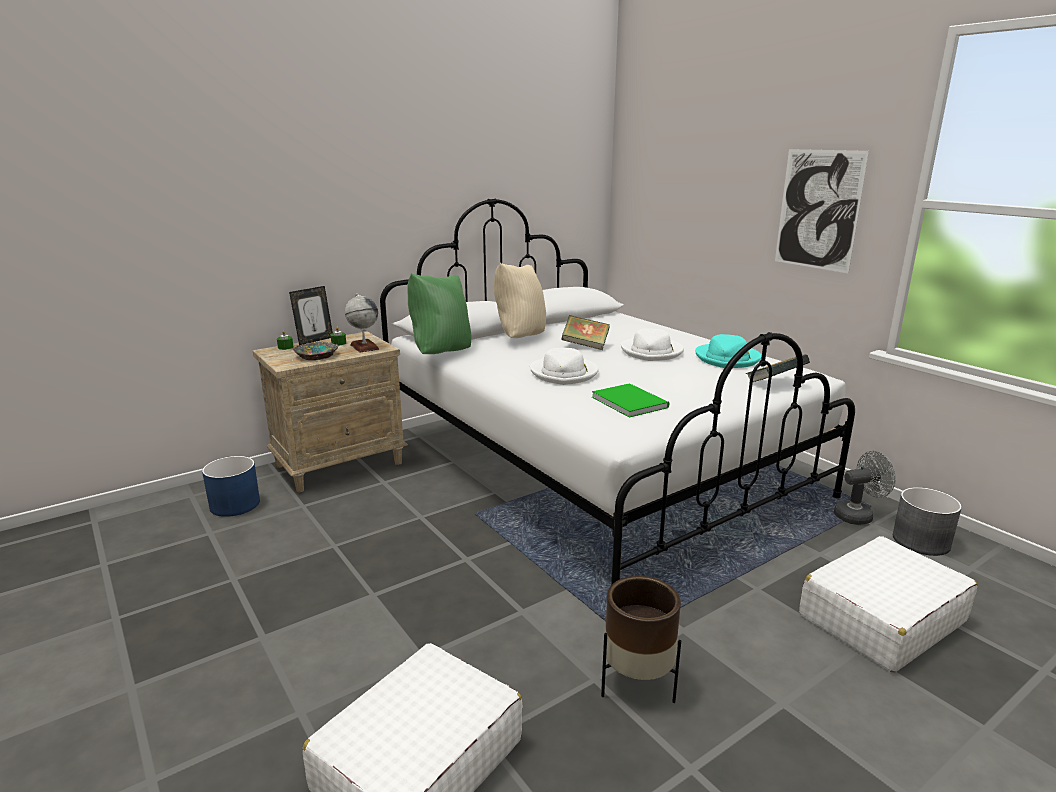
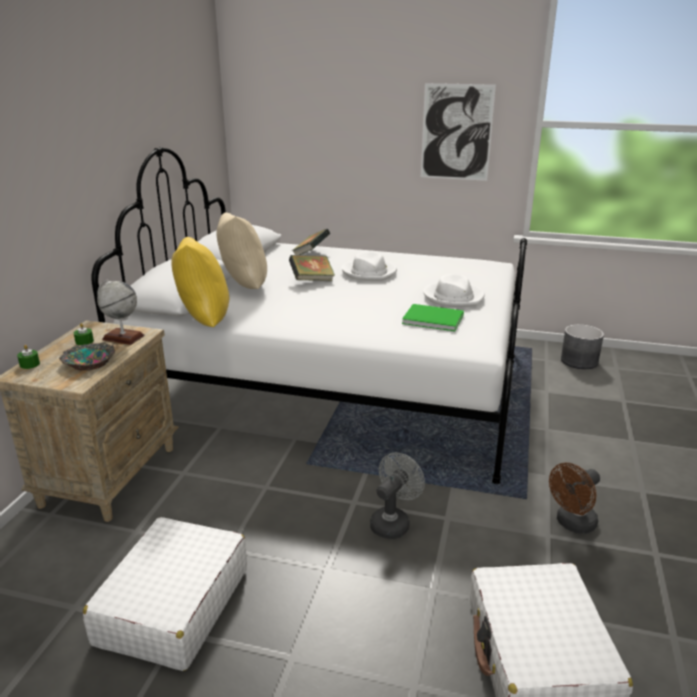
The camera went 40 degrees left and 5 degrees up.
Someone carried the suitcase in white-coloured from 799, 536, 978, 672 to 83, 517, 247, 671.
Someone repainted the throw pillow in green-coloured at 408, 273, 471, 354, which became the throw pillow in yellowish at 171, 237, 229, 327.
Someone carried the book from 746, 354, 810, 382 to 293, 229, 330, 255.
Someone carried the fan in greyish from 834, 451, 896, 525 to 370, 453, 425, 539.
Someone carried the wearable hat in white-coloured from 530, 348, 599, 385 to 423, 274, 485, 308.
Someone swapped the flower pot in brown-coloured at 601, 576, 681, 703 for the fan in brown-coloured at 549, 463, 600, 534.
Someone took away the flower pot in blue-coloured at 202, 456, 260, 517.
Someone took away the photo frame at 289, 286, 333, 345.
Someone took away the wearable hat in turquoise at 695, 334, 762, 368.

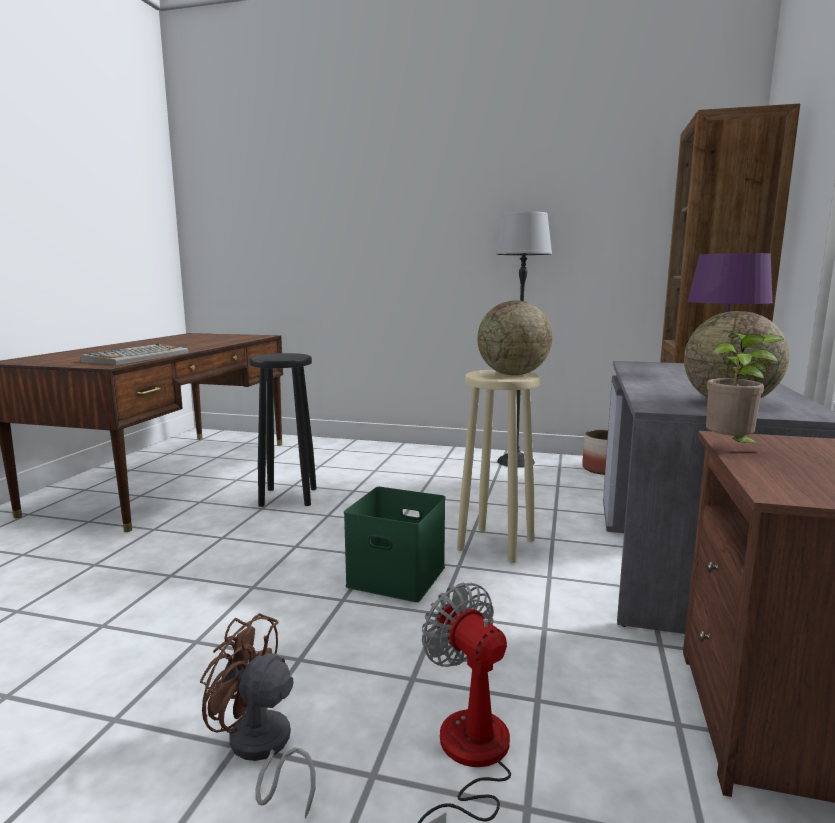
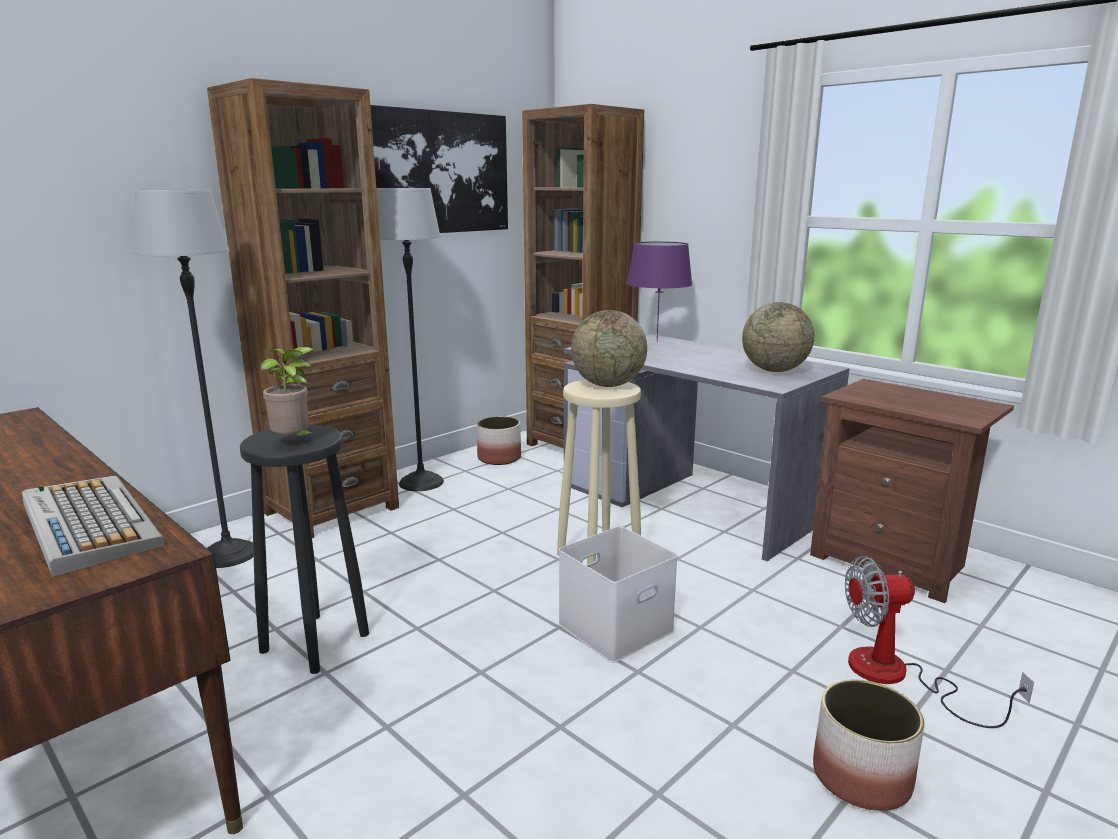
The camera went 60 degrees left and 5 degrees up.
Someone put down the standard lamp at 134, 189, 254, 568.
Someone put down the bookcase in brown-coloured at 207, 78, 399, 538.
Someone carried the plant in a pot from 706, 333, 785, 449 to 261, 347, 315, 436.
Someone put up the wall picture at 370, 105, 508, 233.
Someone repainted the storage bin in green-coloured at 344, 487, 446, 602, which became the storage bin in white-coloured at 558, 526, 678, 663.
Someone swapped the fan in brown-coloured at 200, 614, 316, 819 for the flower pot at 813, 679, 924, 811.

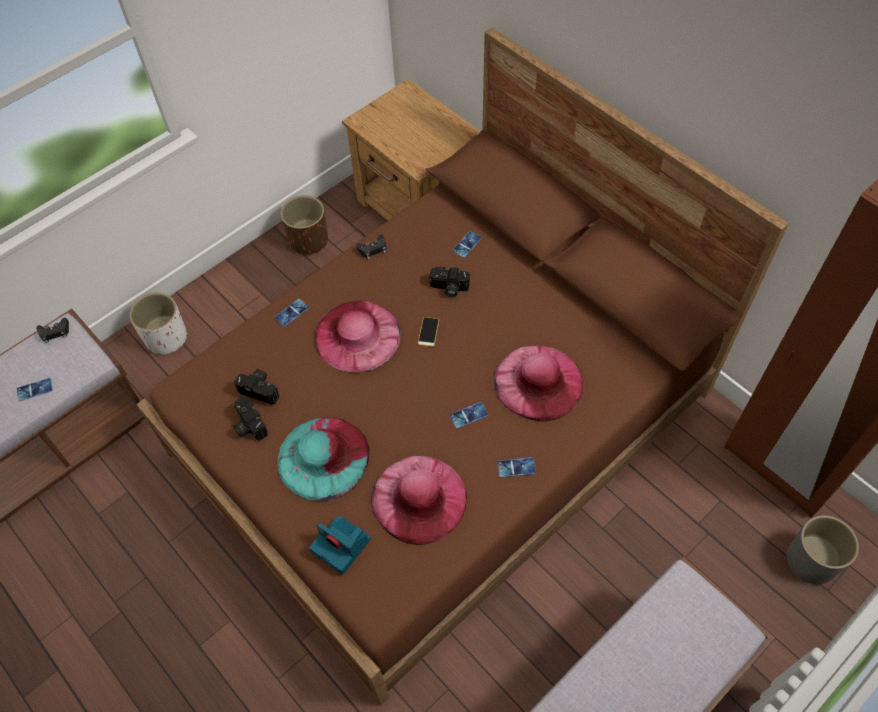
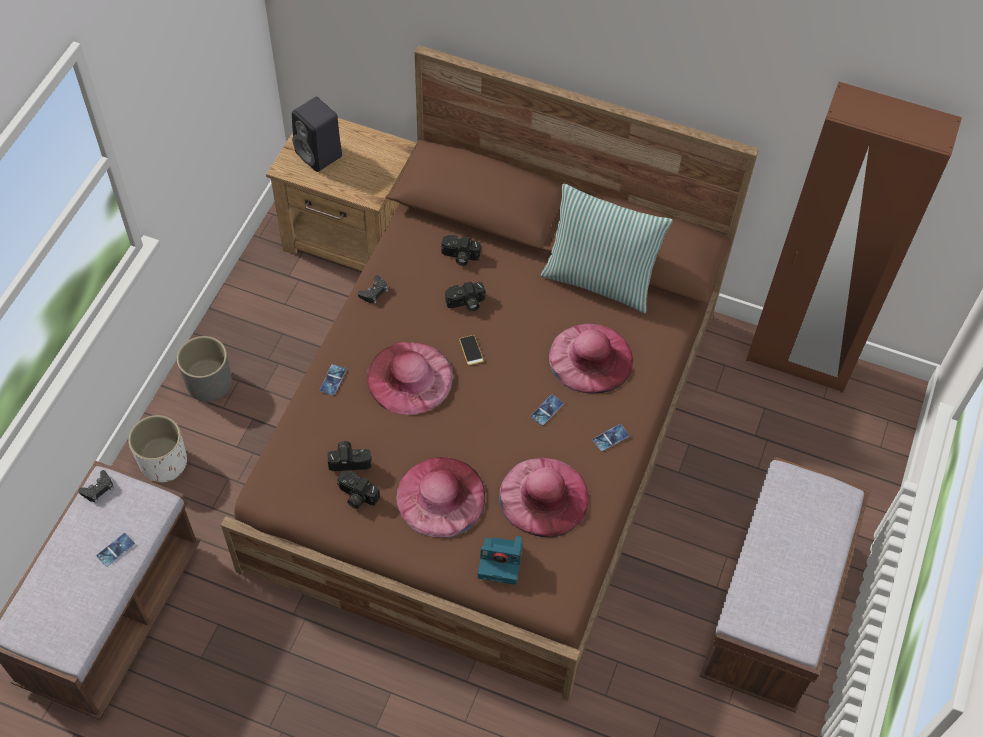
The camera went 30 degrees left and 0 degrees up.
Someone carried the flower pot in greyish from 787, 515, 859, 584 to 177, 336, 232, 403.
Someone put down the loudspeaker in black-coloured at 292, 97, 342, 172.
Someone repainted the wearable hat in turquoise at 278, 417, 370, 501, which became the wearable hat in pinkish at 397, 457, 485, 538.
Someone swapped the phone at 452, 231, 482, 258 for the still camera at 441, 235, 481, 266.
Someone put down the throw pillow at 541, 184, 673, 313.
Someone took away the flower pot in brown-coloured at 280, 195, 328, 255.

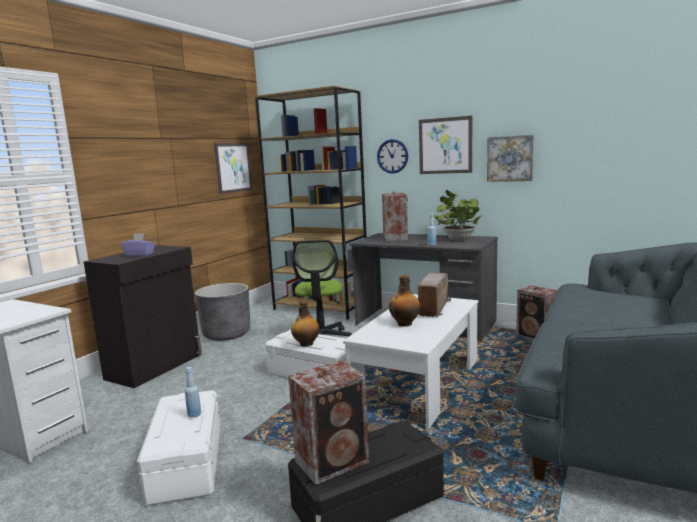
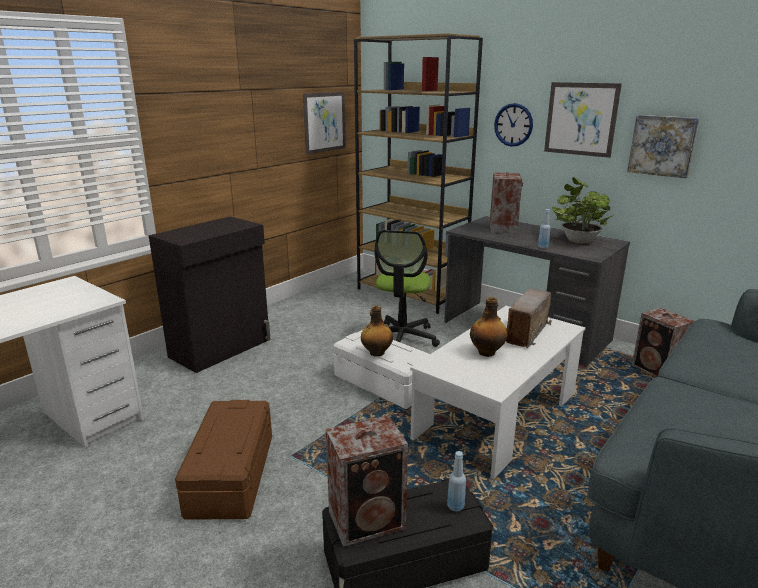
The camera went 10 degrees right and 10 degrees up.
Someone repainted the storage bin in white-coloured at 137, 390, 220, 505, which became the storage bin in brown-coloured at 175, 400, 272, 520.
Someone carried the bottle in blue-coloured from 185, 367, 201, 418 to 447, 451, 466, 511.
Someone took away the box of tissues in purple-coloured at 121, 233, 155, 257.
Someone took away the flower pot in greyish at 195, 283, 250, 341.

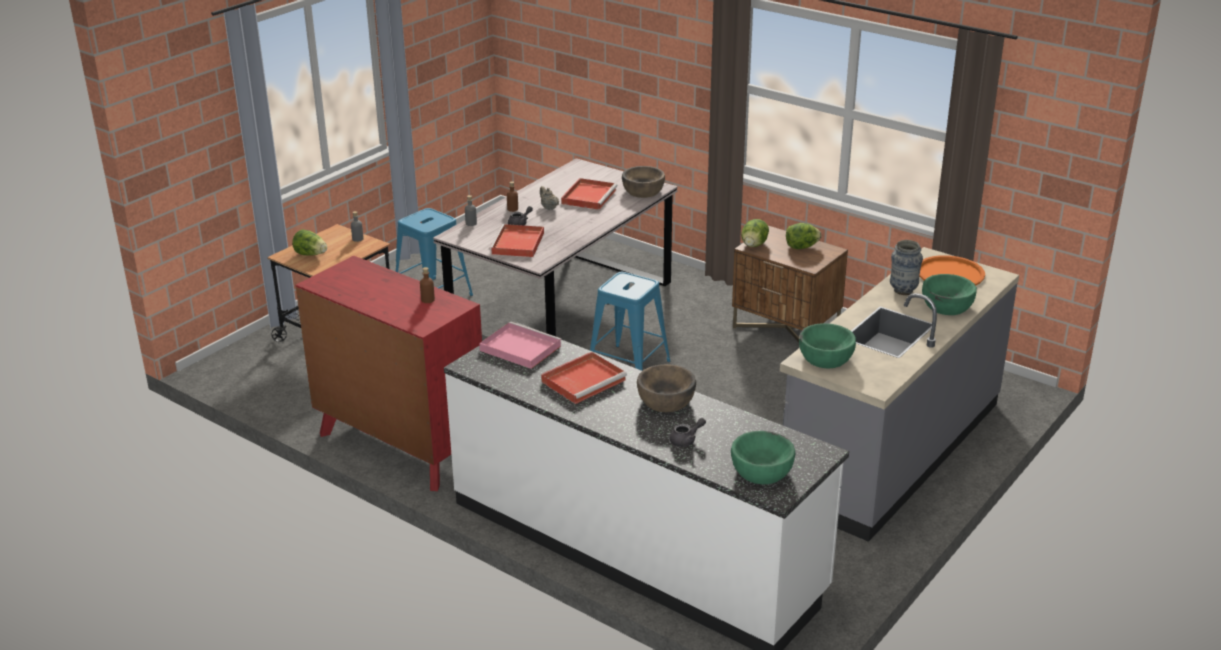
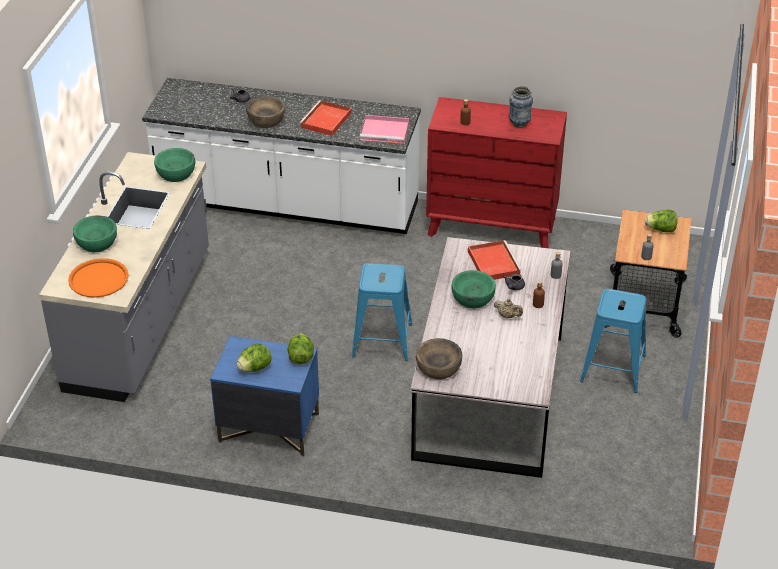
The camera went 155 degrees right and 10 degrees up.
Someone repainted the nightstand in brown-coloured at 732, 226, 848, 342, which became the nightstand in blue-coloured at 210, 336, 319, 456.
Someone carried the deep dish in green-coloured from 731, 431, 795, 484 to 451, 270, 496, 309.
Someone carried the flower vase from 890, 240, 923, 295 to 509, 86, 533, 128.
Someone took away the serving tray in red at 561, 178, 618, 210.

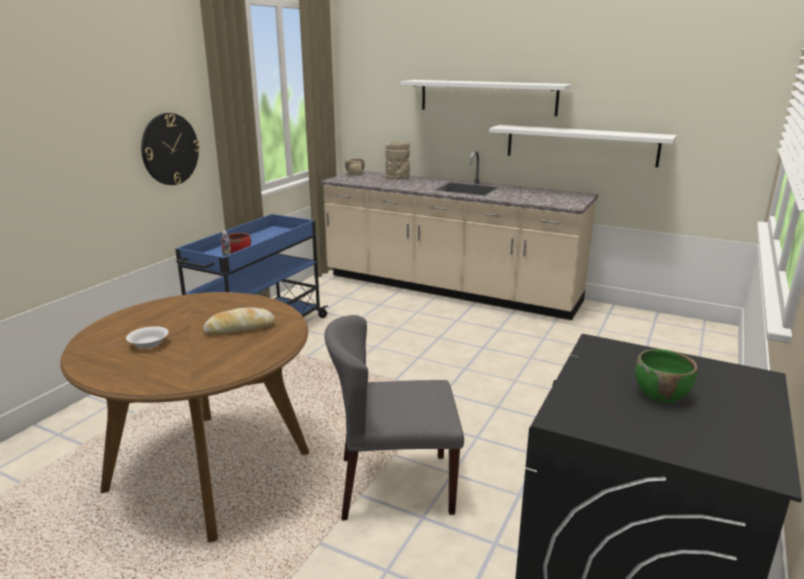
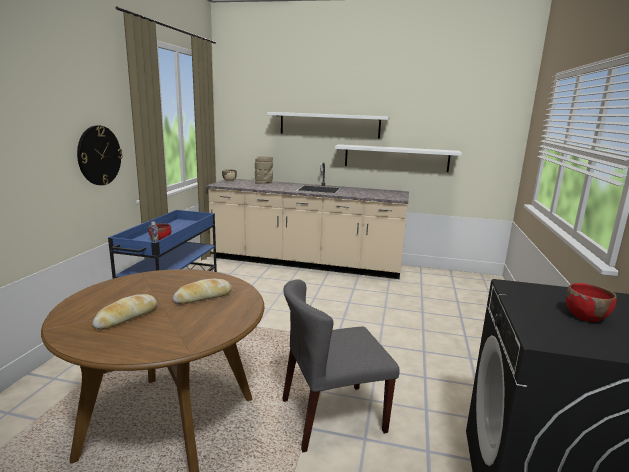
The camera went 15 degrees left and 5 degrees down.
Someone swapped the deep dish in white-coloured at 126, 326, 169, 349 for the baked bread at 92, 294, 157, 330.
Someone repainted the deep dish in green-coloured at 635, 349, 698, 403, which became the deep dish in red at 566, 283, 617, 322.

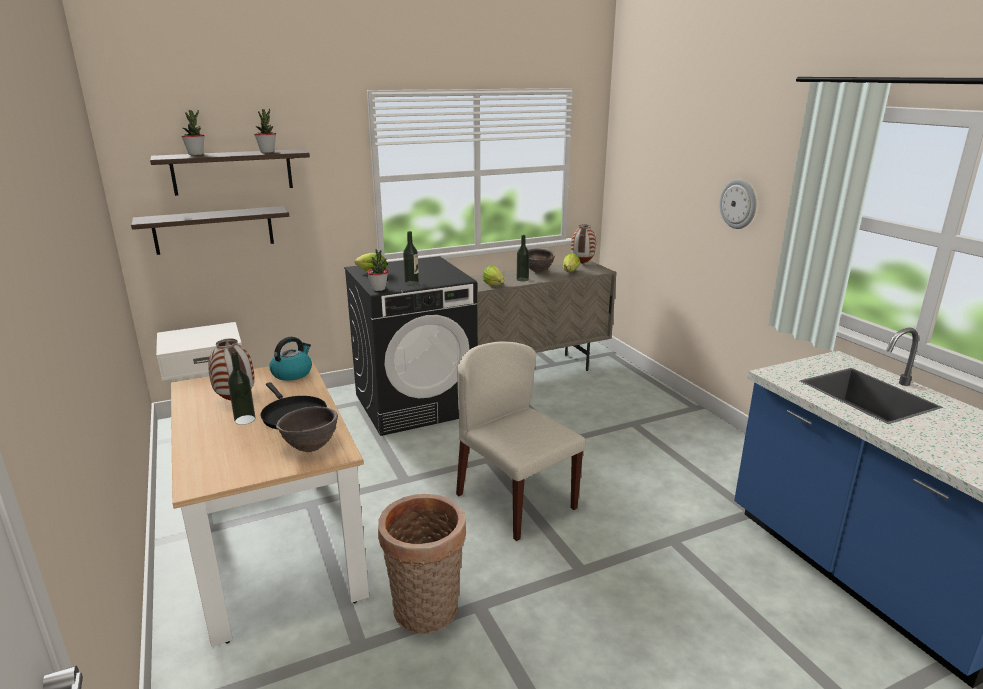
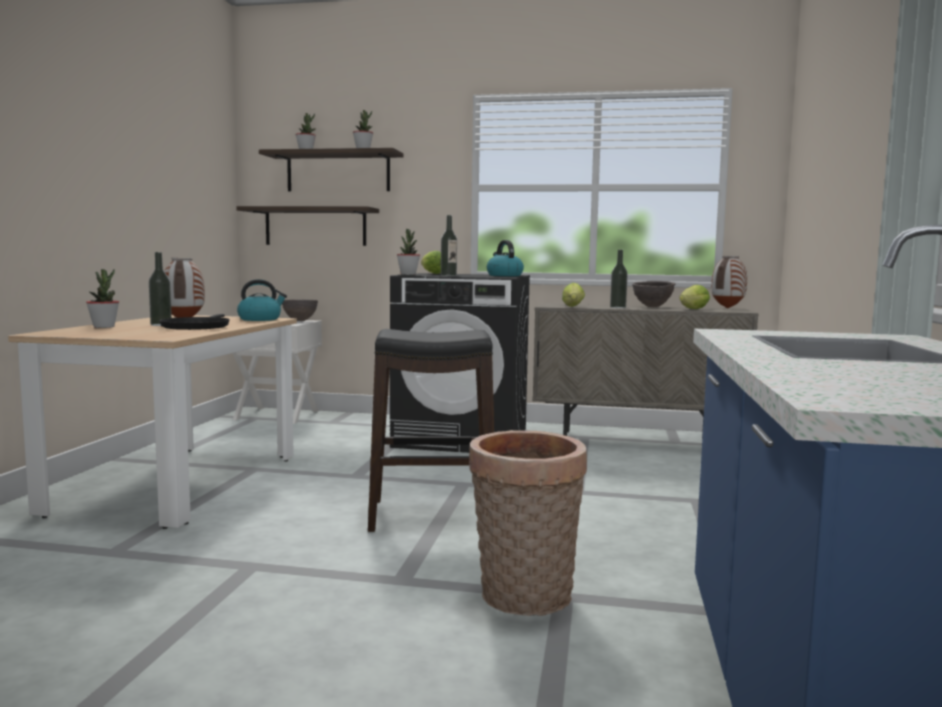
The camera went 35 degrees right and 15 degrees down.
Someone put down the plant in a pot at 86, 269, 119, 328.
Someone carried the deep dish in brown-coloured from 276, 406, 338, 452 to 282, 299, 318, 321.
Someone swapped the upright chair in sand-coloured at 456, 342, 586, 541 for the stool in black-coloured at 368, 329, 494, 532.
Someone carried the household basket from 378, 494, 466, 634 to 469, 430, 587, 616.
Someone put down the water kettle at 487, 240, 524, 276.
Someone took away the wall clock at 719, 179, 756, 229.

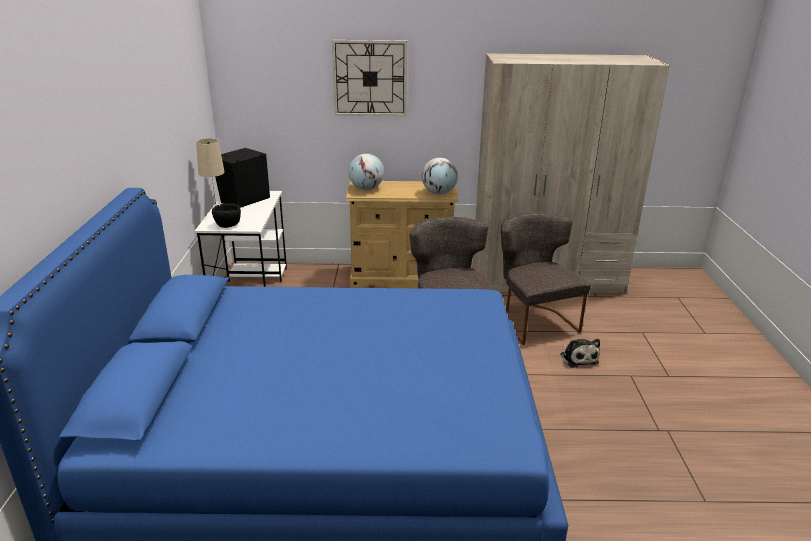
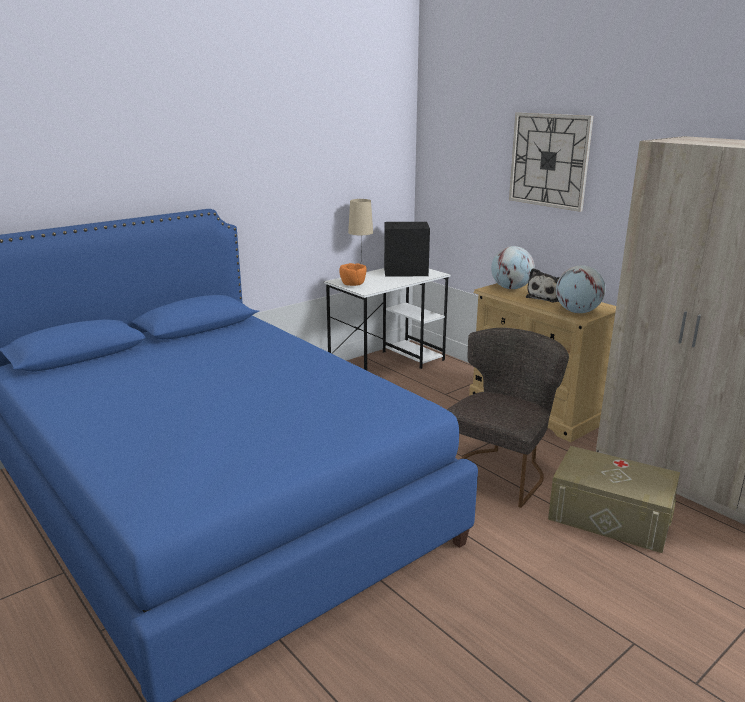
The camera went 50 degrees right and 5 degrees down.
Someone repainted the deep dish in black-coloured at 212, 204, 241, 228, which became the deep dish in orange-coloured at 340, 263, 367, 286.
Someone carried the soft toy from 561, 339, 600, 368 to 526, 268, 560, 302.
Someone swapped the upright chair in greyish at 501, 212, 591, 345 for the storage bin in sand-coloured at 548, 446, 680, 553.

